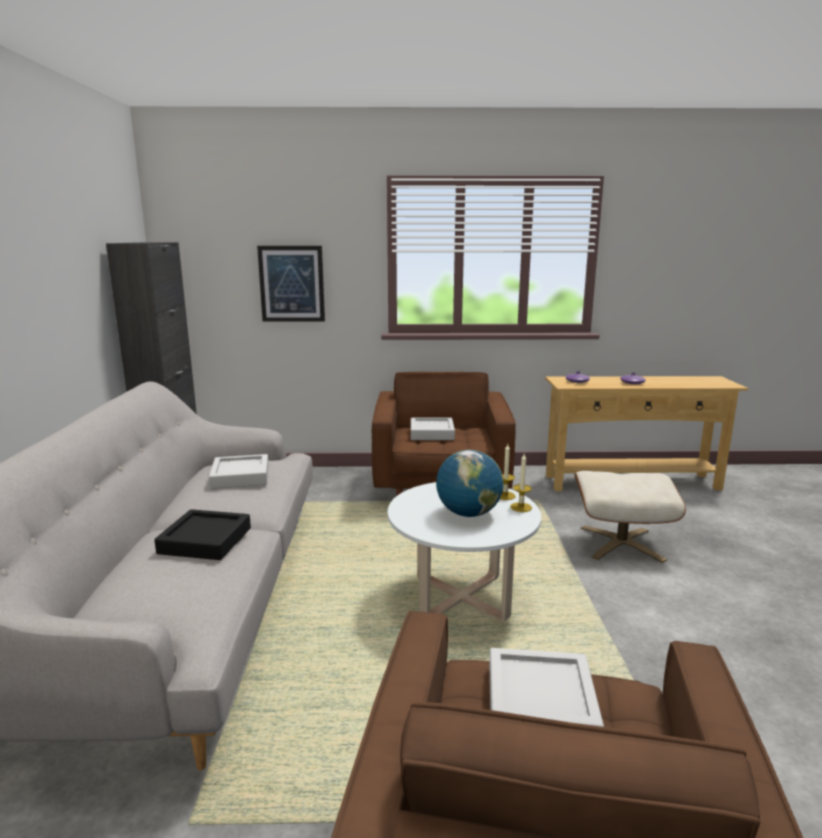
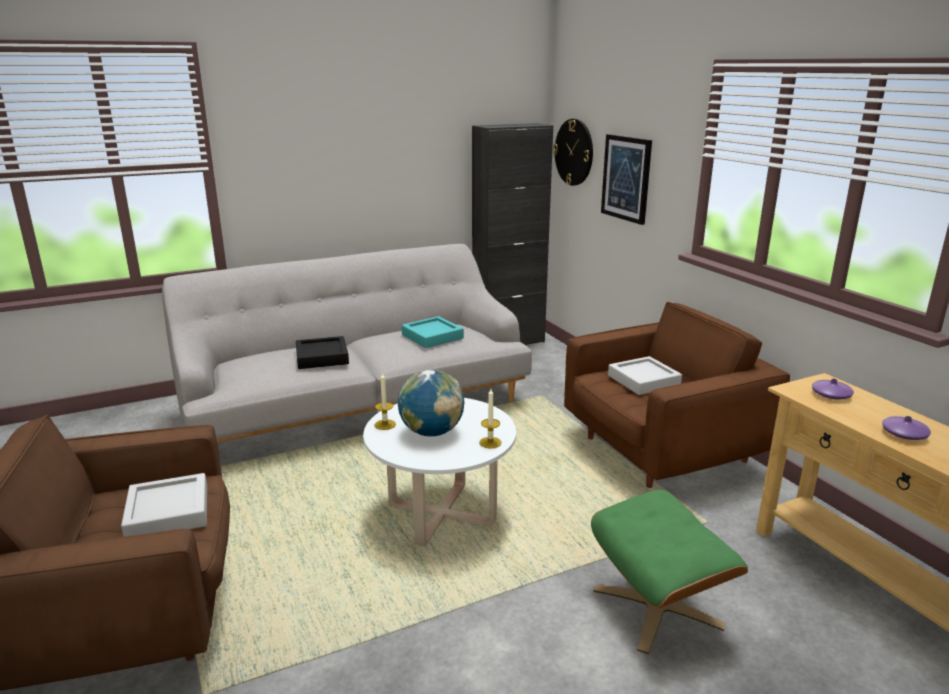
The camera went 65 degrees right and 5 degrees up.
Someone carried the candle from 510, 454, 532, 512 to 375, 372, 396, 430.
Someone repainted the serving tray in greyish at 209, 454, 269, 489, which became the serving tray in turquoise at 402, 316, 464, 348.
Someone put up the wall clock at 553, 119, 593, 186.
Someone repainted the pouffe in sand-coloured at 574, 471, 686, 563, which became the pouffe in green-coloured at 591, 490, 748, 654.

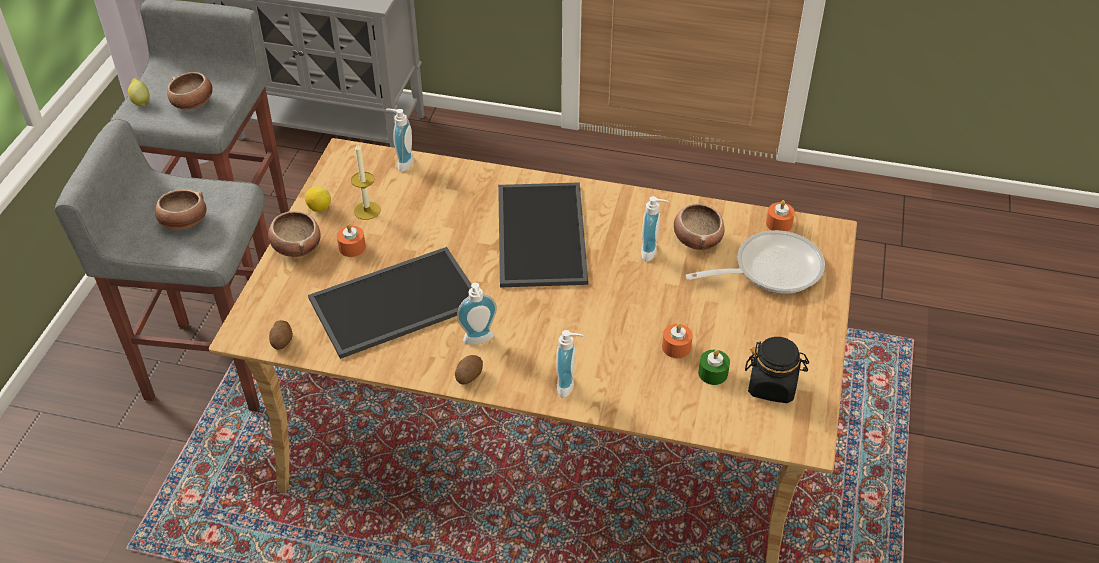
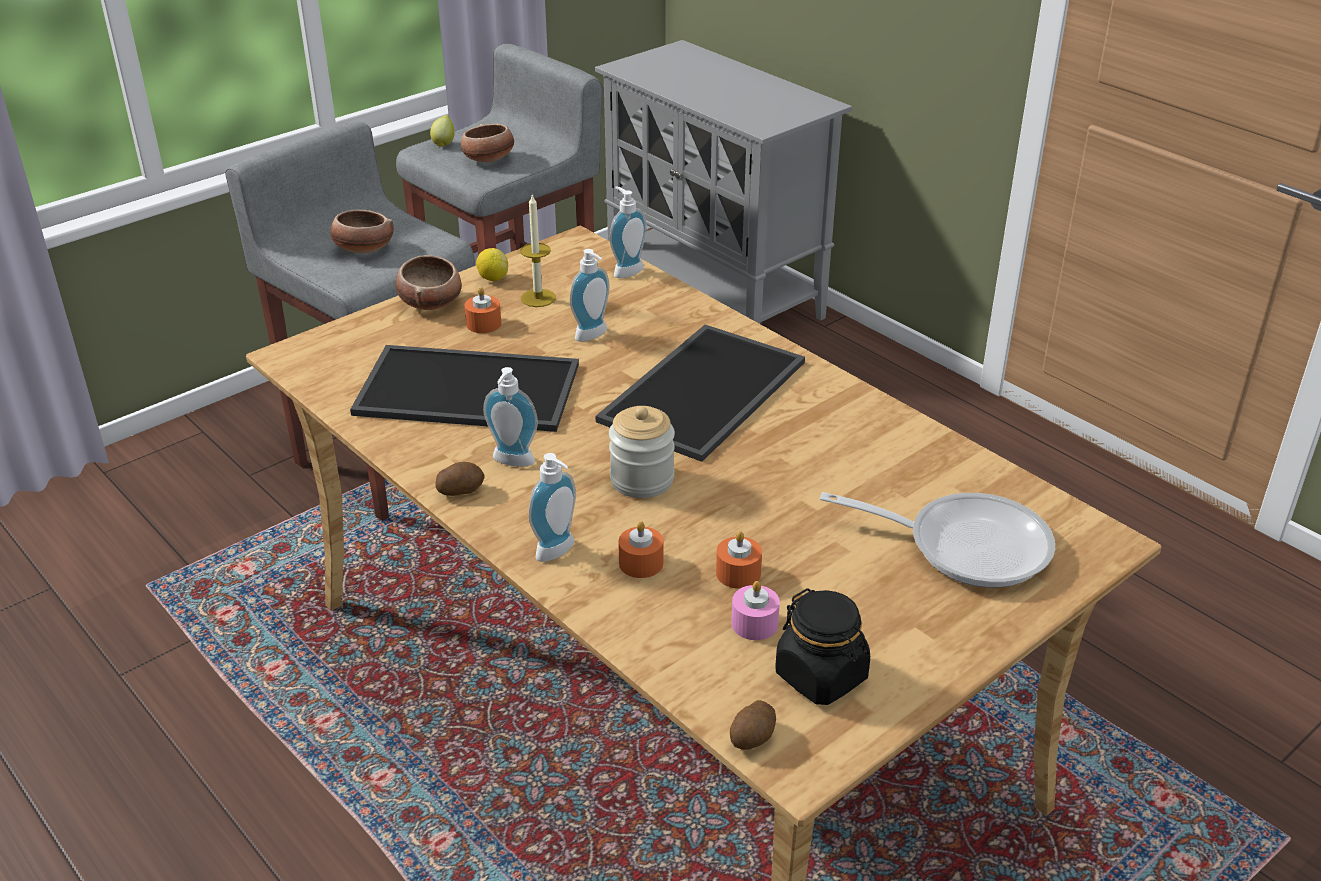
The camera went 35 degrees right and 10 degrees down.
Someone carried the liquid soap bottle from 641, 196, 668, 261 to 570, 249, 610, 341.
Someone put down the storage jar at 609, 406, 675, 498.
Someone carried the candle in orange-coloured from 766, 200, 795, 231 to 618, 521, 663, 578.
Someone carried the potato from 269, 320, 293, 350 to 730, 700, 776, 750.
Someone repainted the candle in green-coloured at 698, 350, 730, 385, which became the candle in pinkish at 731, 581, 780, 640.
Someone took away the deep dish at 674, 204, 725, 250.

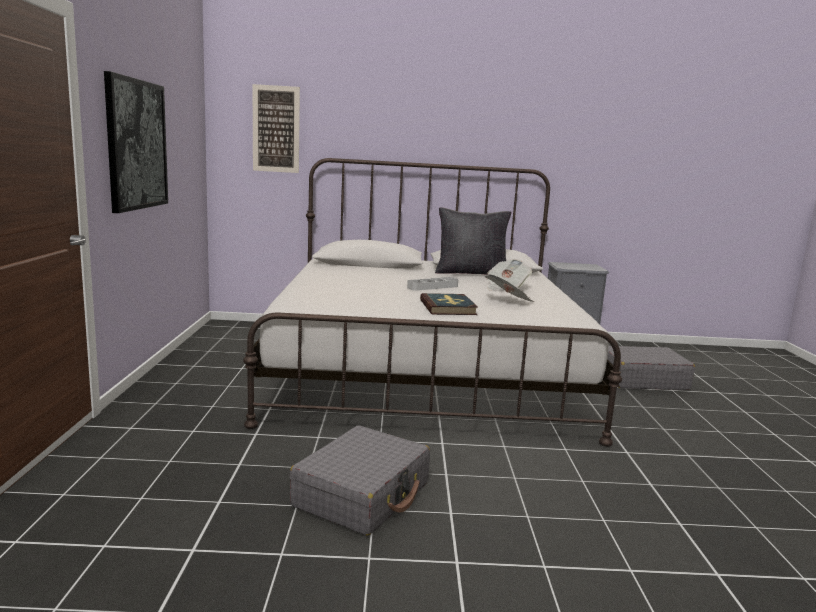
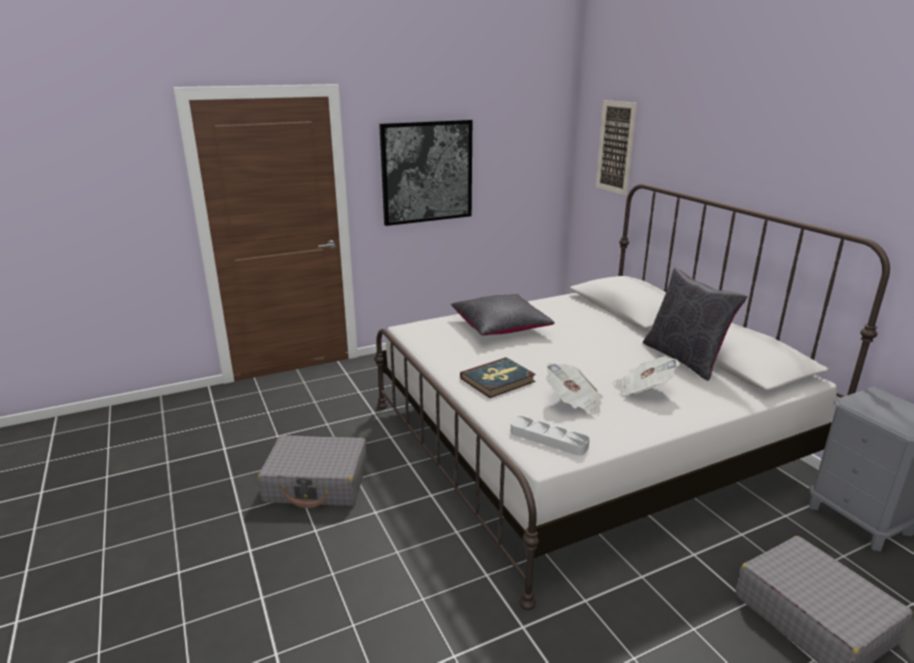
The camera went 65 degrees right and 10 degrees up.
Someone put down the throw pillow in black-coloured at 451, 294, 555, 335.
Someone carried the serving tray in greyish from 407, 277, 458, 291 to 511, 416, 590, 456.

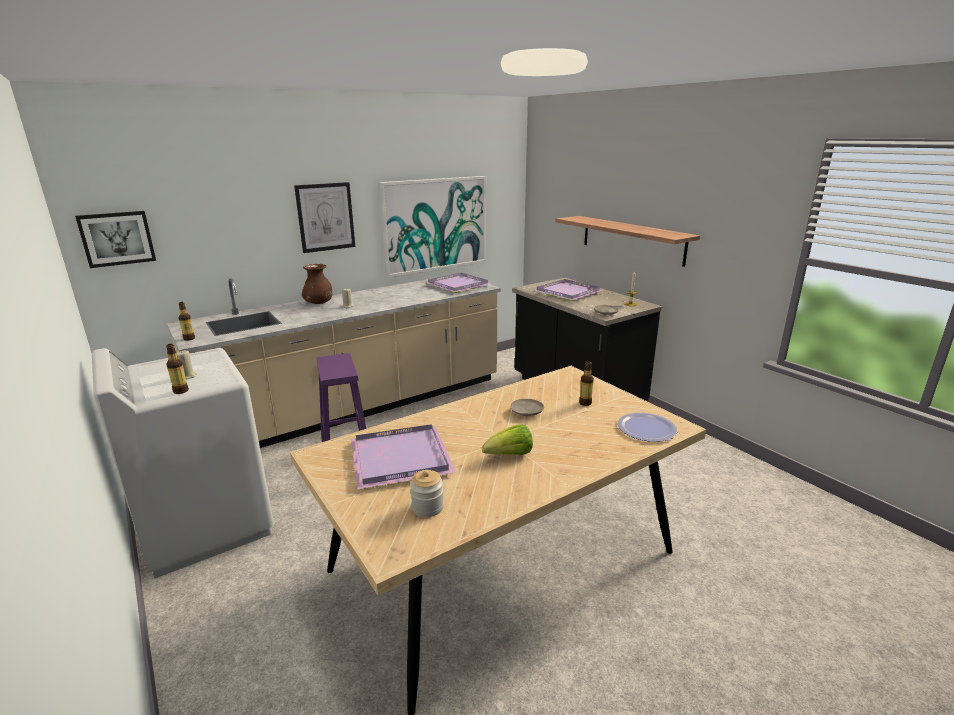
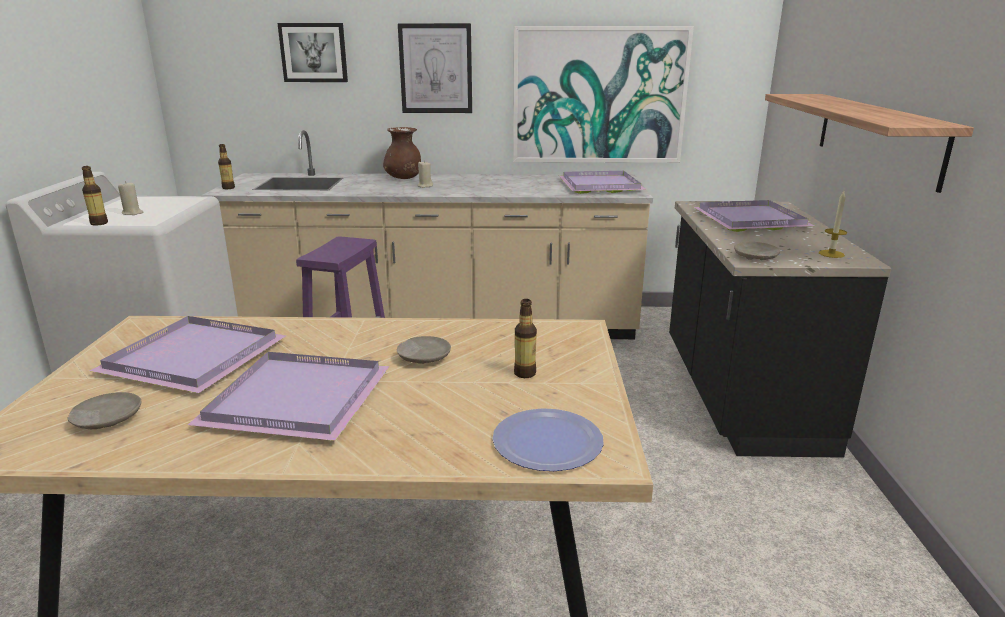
The camera went 35 degrees right and 0 degrees up.
Someone swapped the storage jar at 410, 470, 444, 517 for the plate in sand-coloured at 68, 392, 141, 429.
Someone swapped the lettuce head at 482, 425, 533, 455 for the serving tray in purple-coloured at 188, 352, 390, 441.
Someone carried the wall picture from 75, 211, 156, 268 to 277, 23, 348, 82.

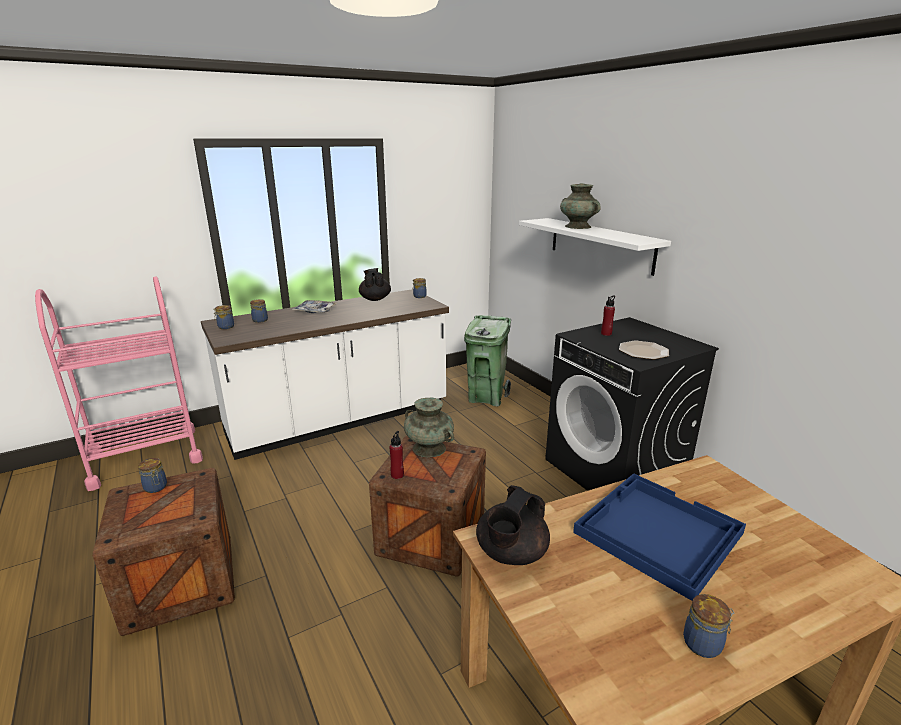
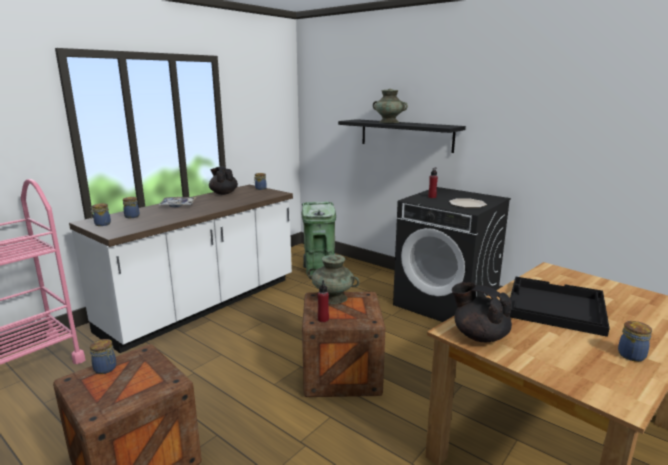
The camera went 20 degrees left and 5 degrees down.
Someone repainted the shelf in white-coloured at 519, 218, 671, 276, which became the shelf in black-coloured at 338, 119, 466, 153.
Someone rotated the teapot in black-coloured at 476, 485, 550, 565 by 120 degrees clockwise.
Someone repainted the serving tray in blue-coloured at 573, 473, 746, 601, which became the serving tray in black-coloured at 510, 276, 610, 337.

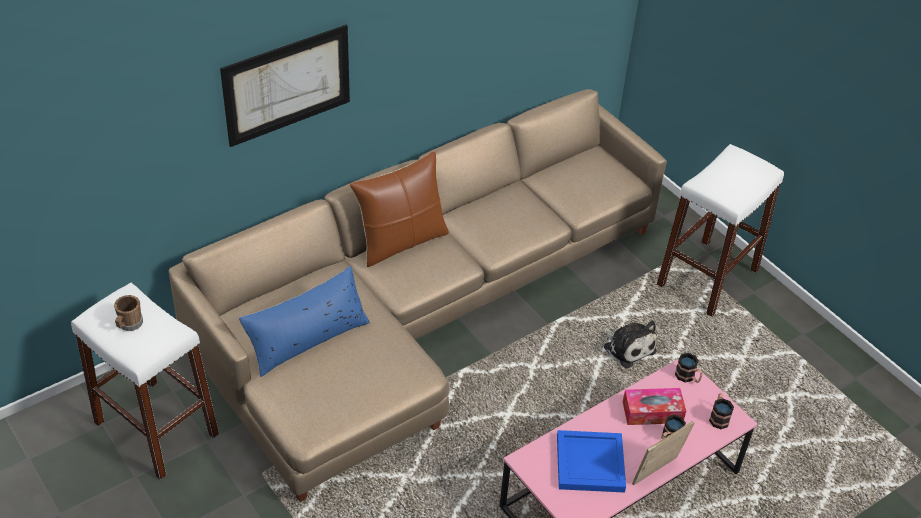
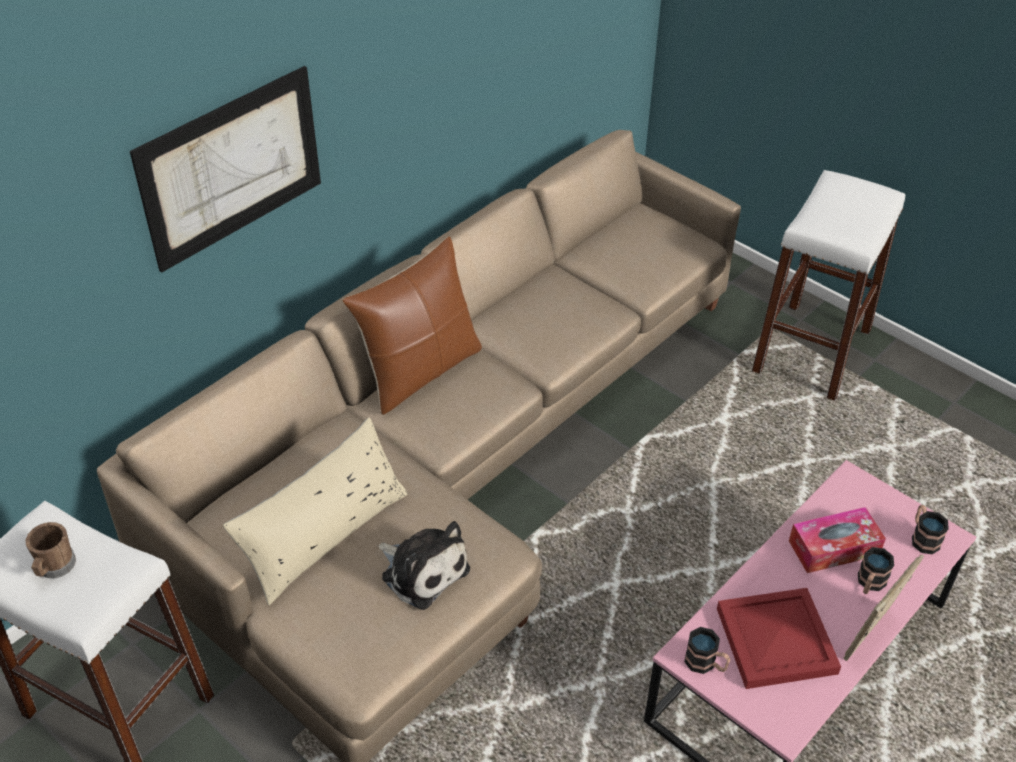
The camera went 10 degrees left and 0 degrees up.
Someone repainted the throw pillow in blue-coloured at 239, 266, 370, 377, which became the throw pillow in sand-coloured at 223, 417, 408, 605.
Someone carried the soft toy from 604, 321, 657, 368 to 379, 521, 470, 610.
Someone carried the tea mug from 675, 353, 703, 383 to 684, 627, 730, 674.
Someone repainted the serving tray in blue-coloured at 557, 430, 626, 493, which became the serving tray in red at 717, 588, 841, 689.

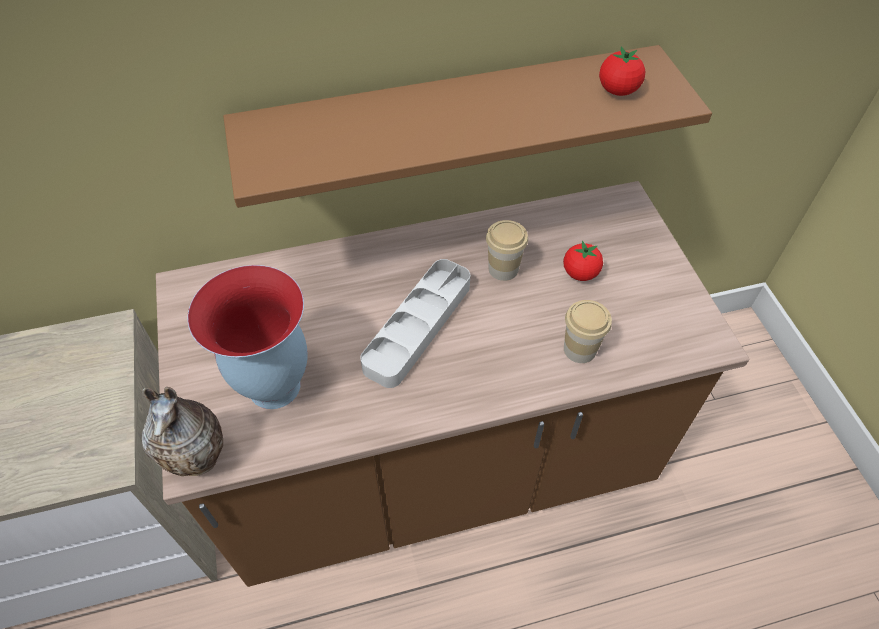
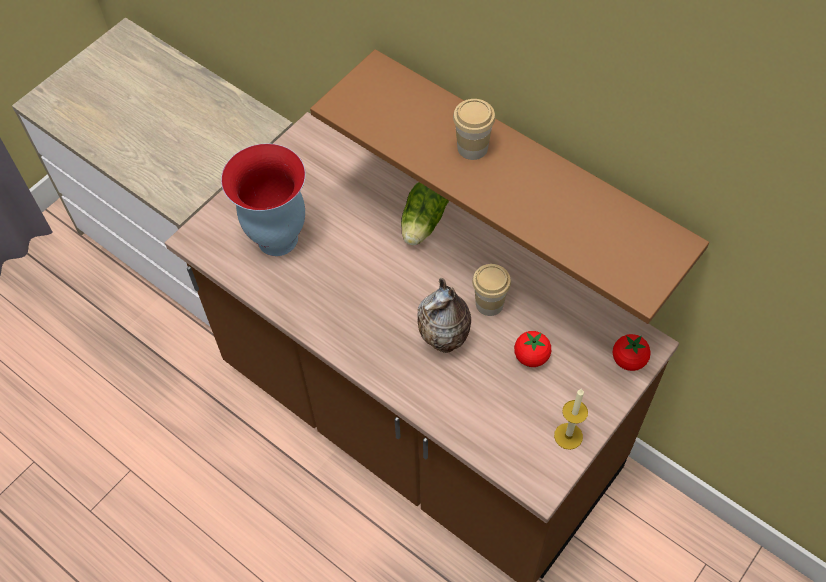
The camera went 55 degrees right and 5 degrees up.
Someone put down the lettuce head at 401, 182, 449, 245.
Someone carried the flower vase from 142, 387, 223, 476 to 417, 278, 471, 353.
Someone carried the cup from 564, 300, 612, 363 to 453, 99, 495, 160.
Someone put down the candle at 554, 389, 588, 450.
Someone carried the tomato from 599, 46, 645, 96 to 613, 334, 651, 371.
Someone took away the serving tray in greyish at 360, 259, 470, 388.

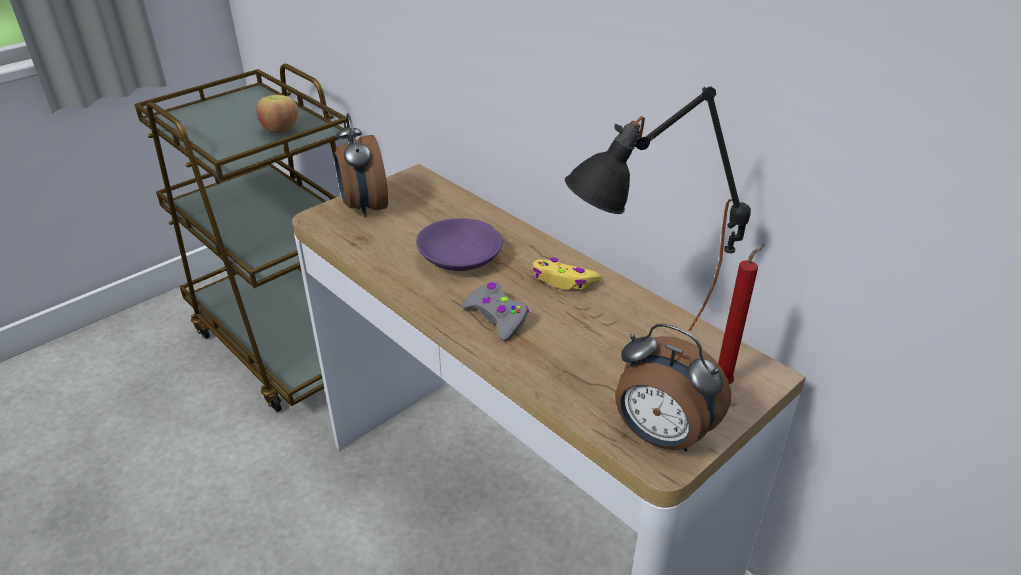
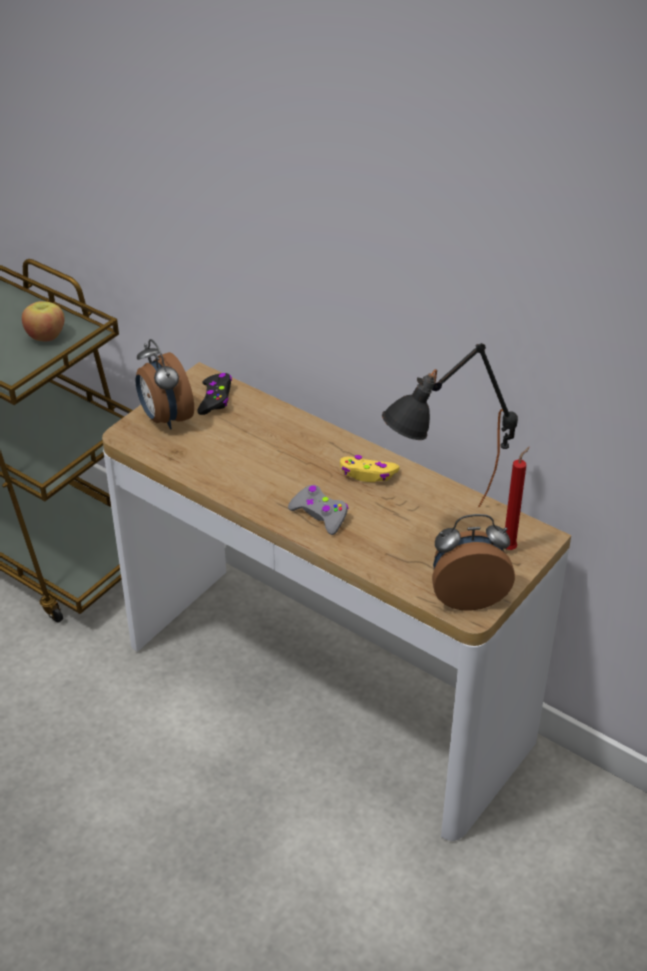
The camera went 10 degrees left and 5 degrees up.
Someone put down the gamepad in black-coloured at 197, 373, 232, 415.
Someone rotated the table clock at 615, 324, 731, 452 by 150 degrees clockwise.
Someone took away the deep dish in purple-coloured at 416, 218, 503, 271.

